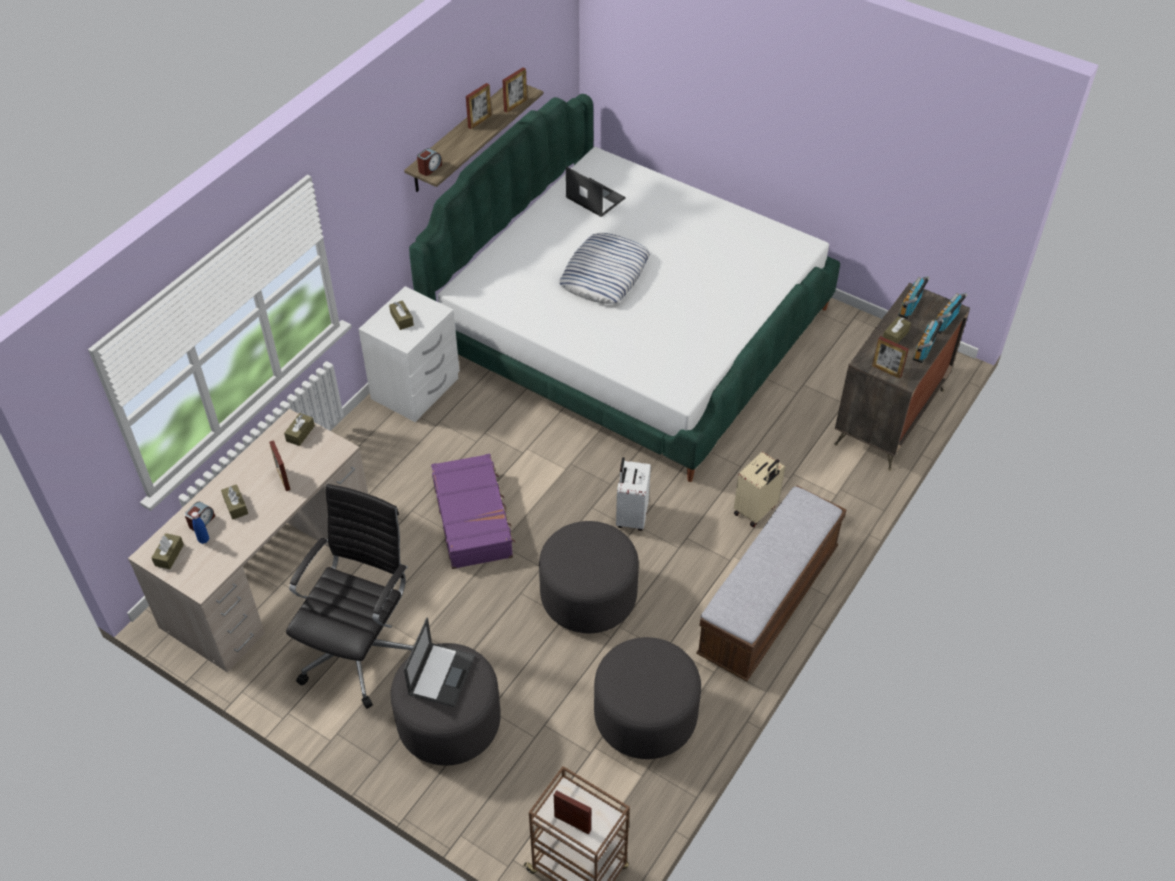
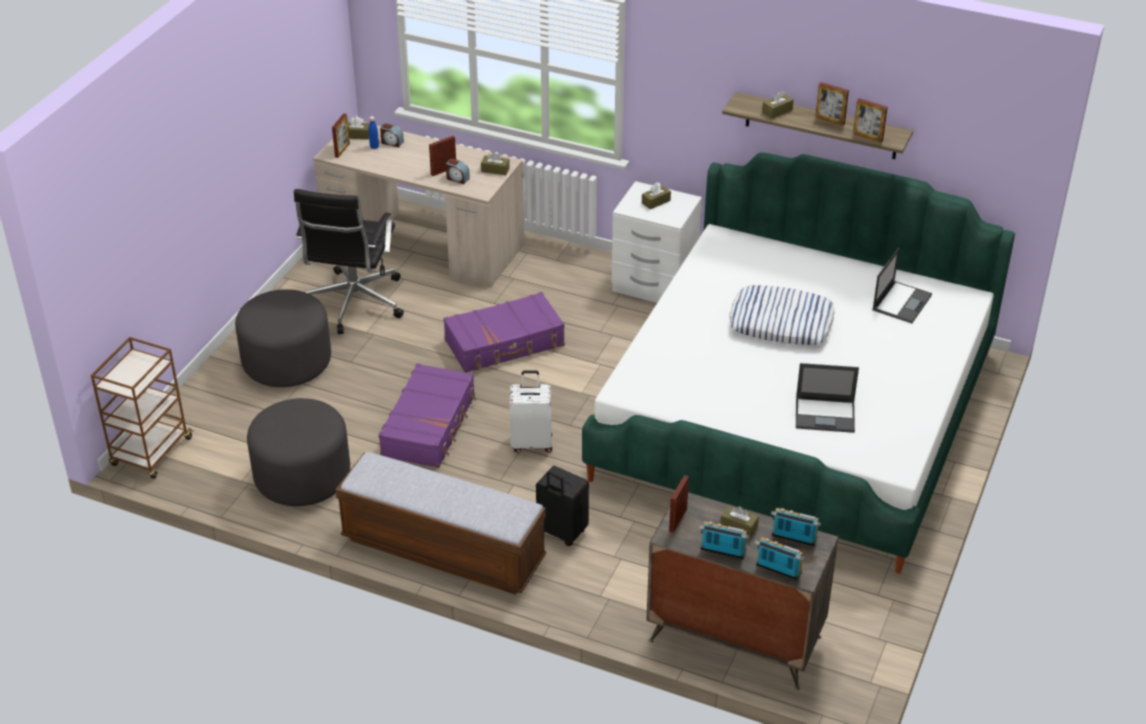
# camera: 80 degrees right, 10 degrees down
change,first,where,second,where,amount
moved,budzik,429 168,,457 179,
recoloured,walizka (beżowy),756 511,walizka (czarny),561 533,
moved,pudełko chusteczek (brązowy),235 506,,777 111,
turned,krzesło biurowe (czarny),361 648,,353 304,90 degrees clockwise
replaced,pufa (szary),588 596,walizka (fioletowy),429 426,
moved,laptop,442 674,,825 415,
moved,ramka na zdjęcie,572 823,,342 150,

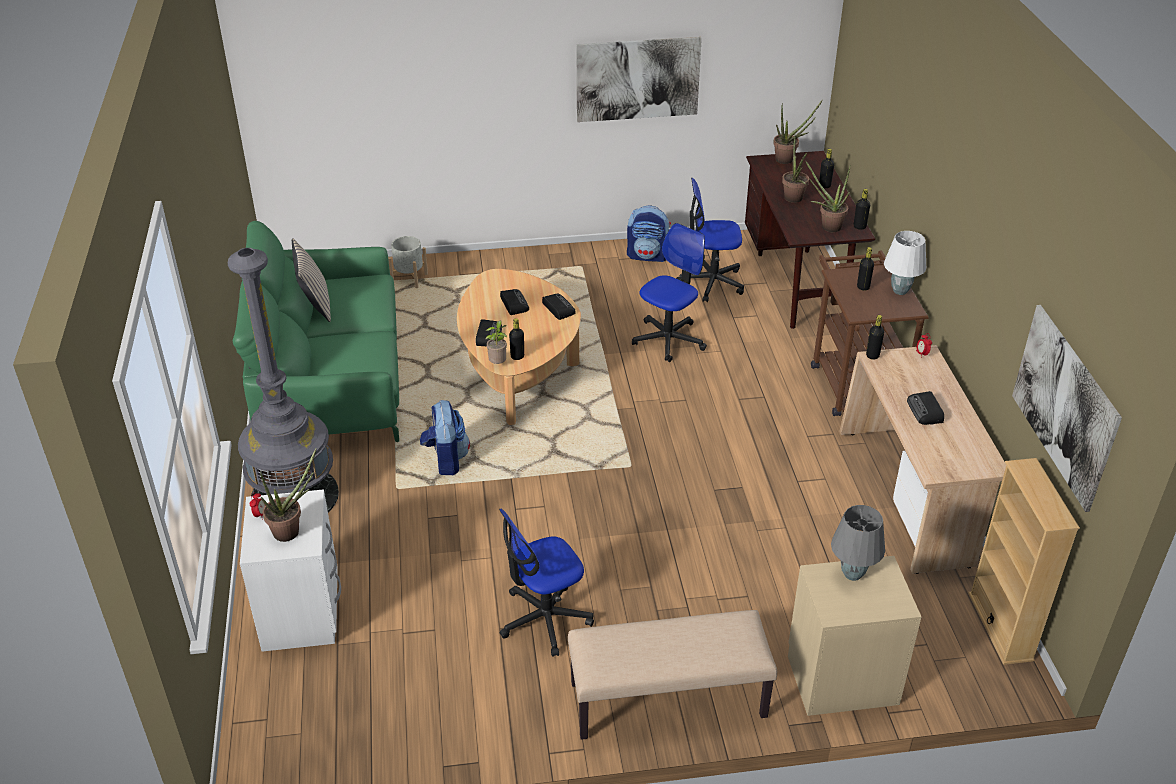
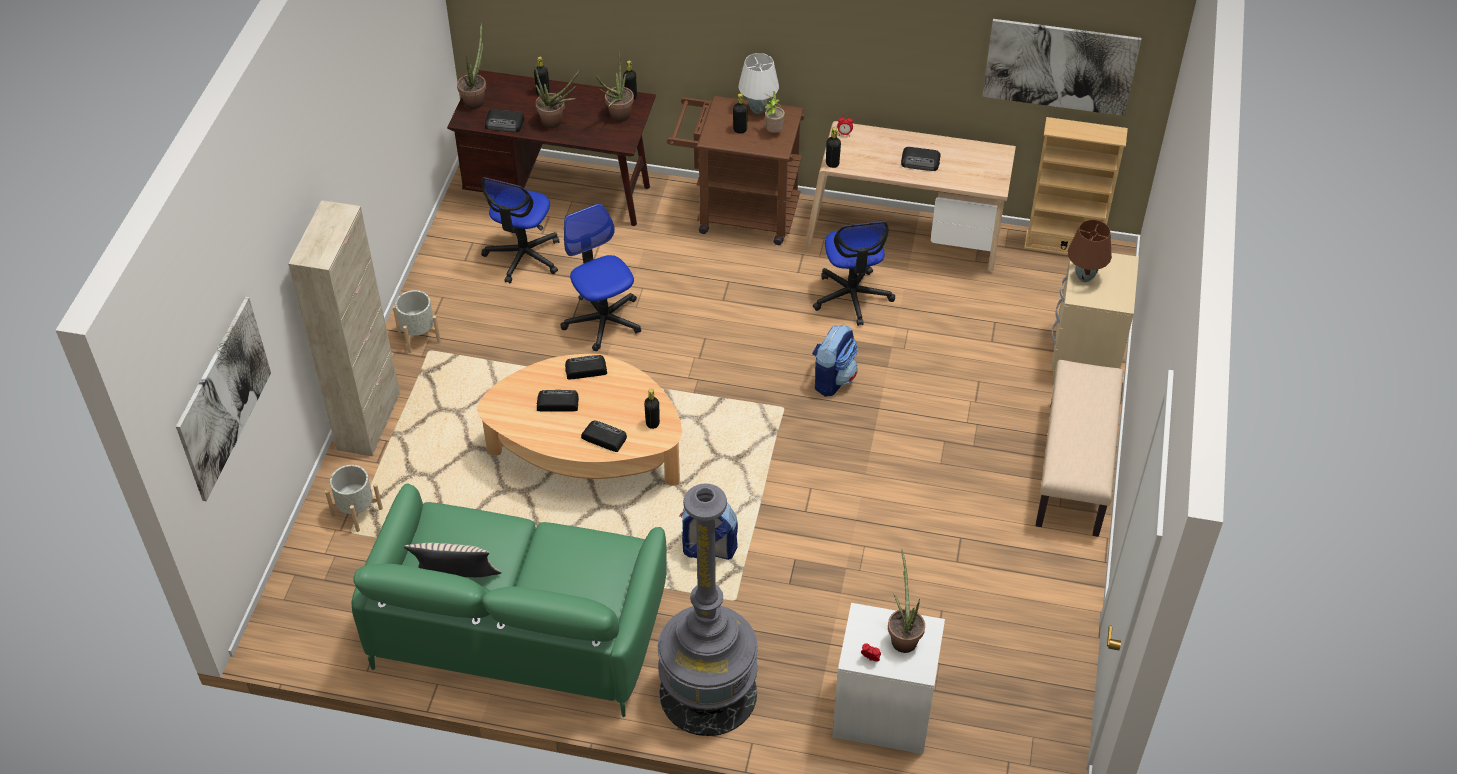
# camera: 70 degrees left, 10 degrees up
change,first,where,second,where,amount
moved,obraz,638 79,,224 397,
moved,plecak,648 256,,832 378,
moved,roślina doniczkowa,498 364,,773 132,
recoloured,lampa stołowa (szary),853 574,lampa stołowa (brązowy),1084 276,
moved,krzesło biurowe,544 619,,852 297,
added,,,radio,505 124,
added,,,szafka (beżowy),369 421,
added,,,donica (szary),418 336,

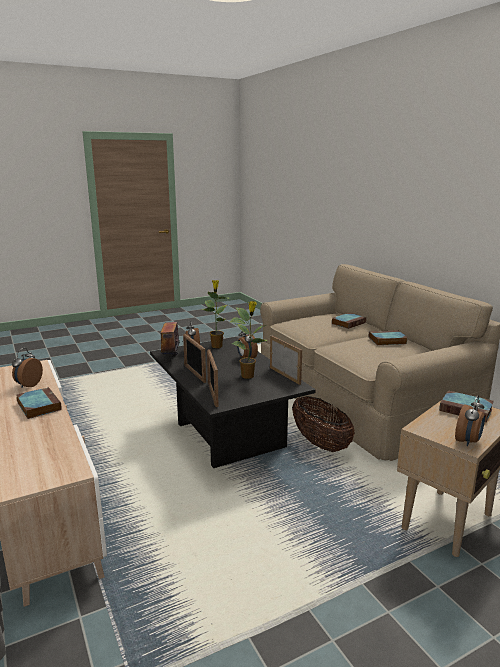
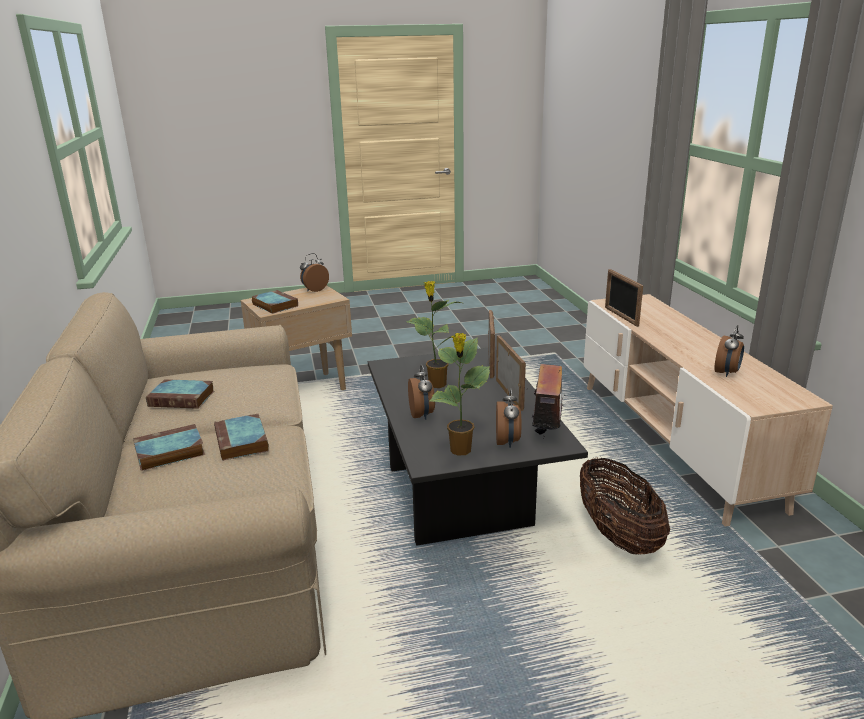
# camera: 165 degrees left, 5 degrees up
change,first,where,second,where,amount
moved,ramka na zdjęcie,285 375,,621 316,
moved,książka,38 406,,242 442,
moved,koszyk,320 443,,618 535,

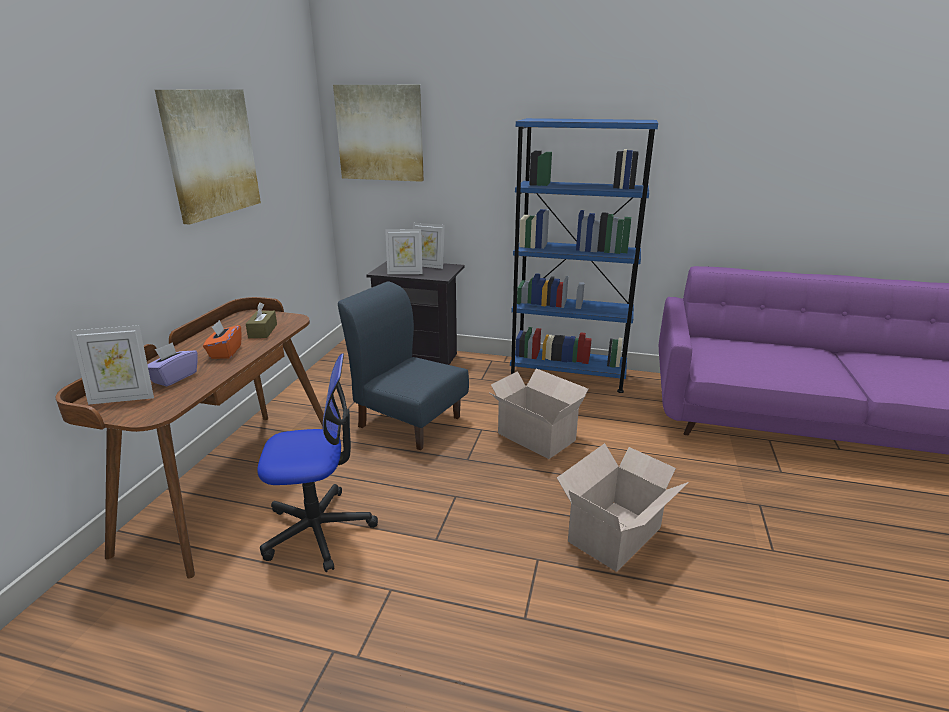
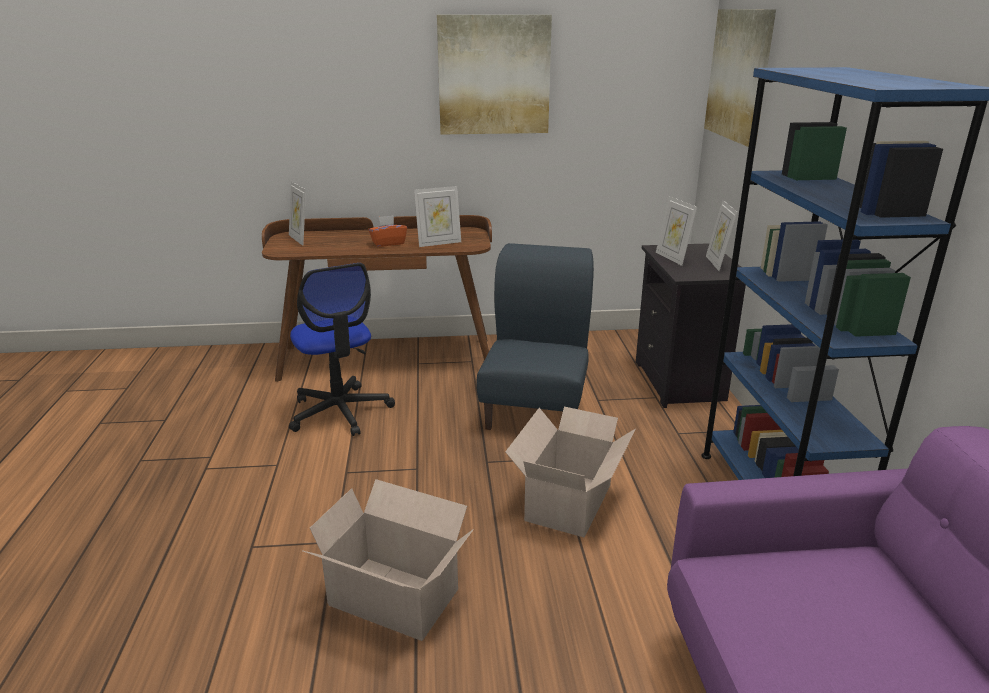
# camera: 70 degrees right, 0 degrees up
change,first,where,second,where,amount
replaced,pudełko chusteczek (brązowy),263 331,ramka na zdjęcie,439 243,
removed,pudełko chusteczek (fioletowy),174 377,,,

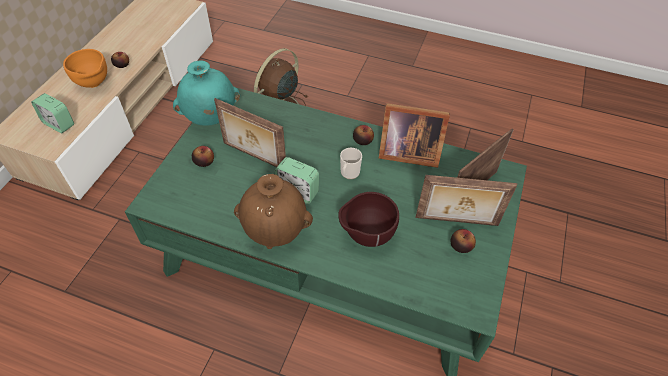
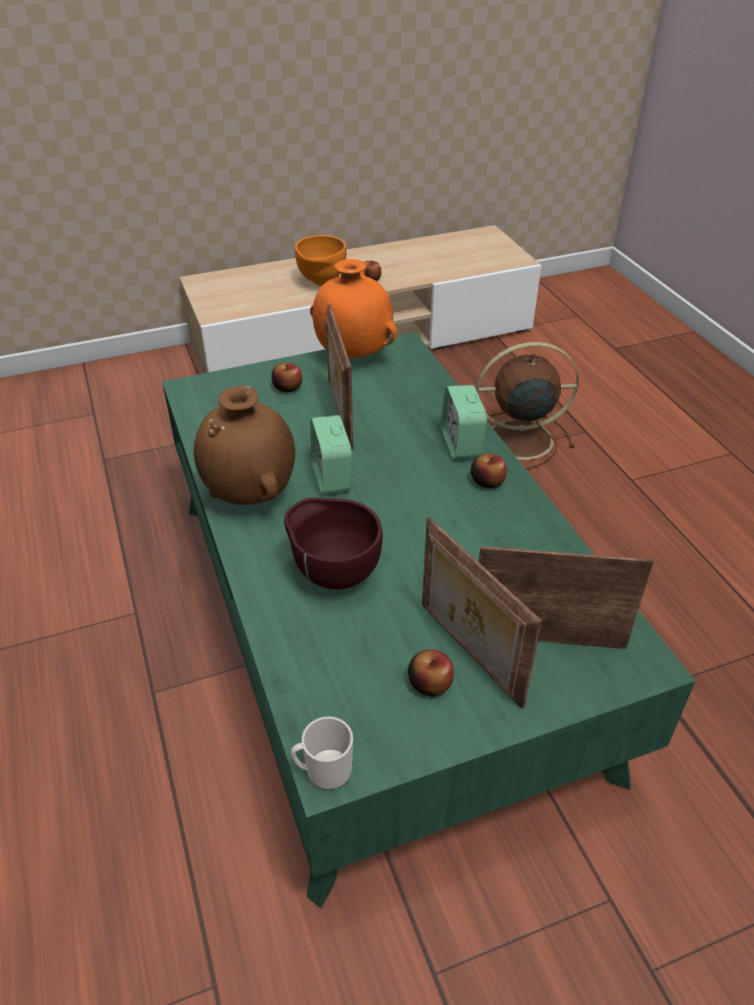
# camera: 50 degrees right, 10 degrees down
change,first,where,second,where,amount
recoloured,wazon (turkusowy),210 119,wazon (pomarańczowy),352 355,
moved,budzik,59 124,,461 444,
removed,ramka na zdjęcie,406 152,,,
moved,kubek,349 173,,324 771,

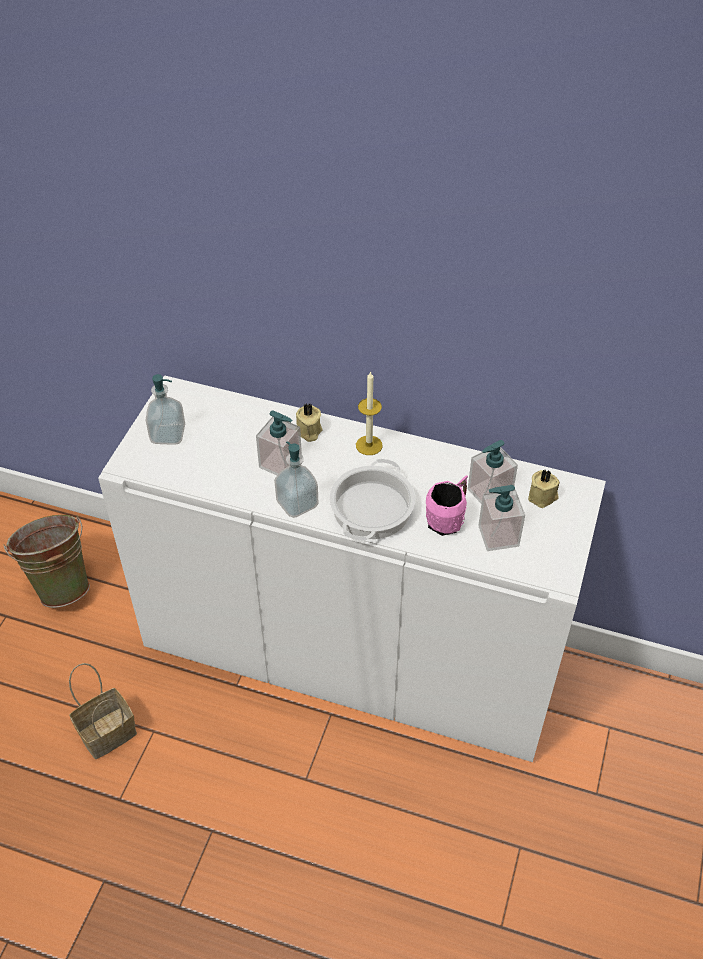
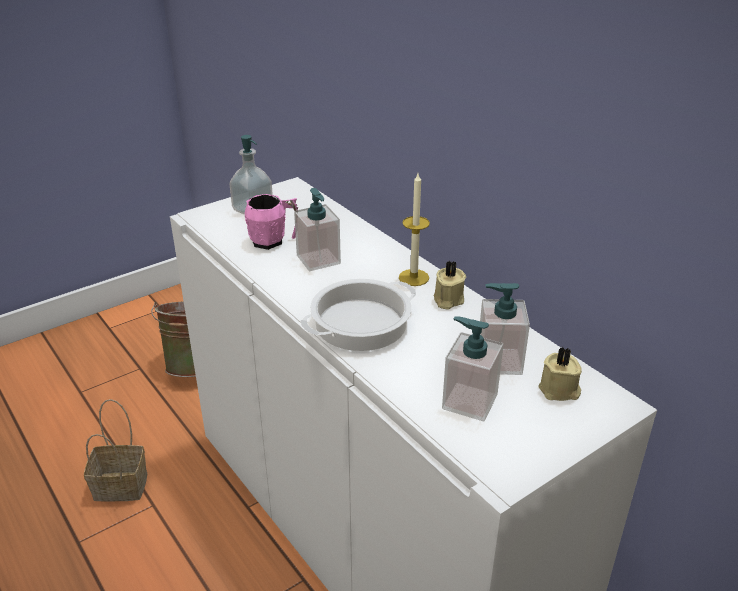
# camera: 35 degrees right, 15 degrees down
change,first,where,second,where,amount
moved,świeca (beżowy),308 432,,447 300,
removed,dozownik mydła,297 503,,,
moved,kubek (różowy),448 519,,273 240,

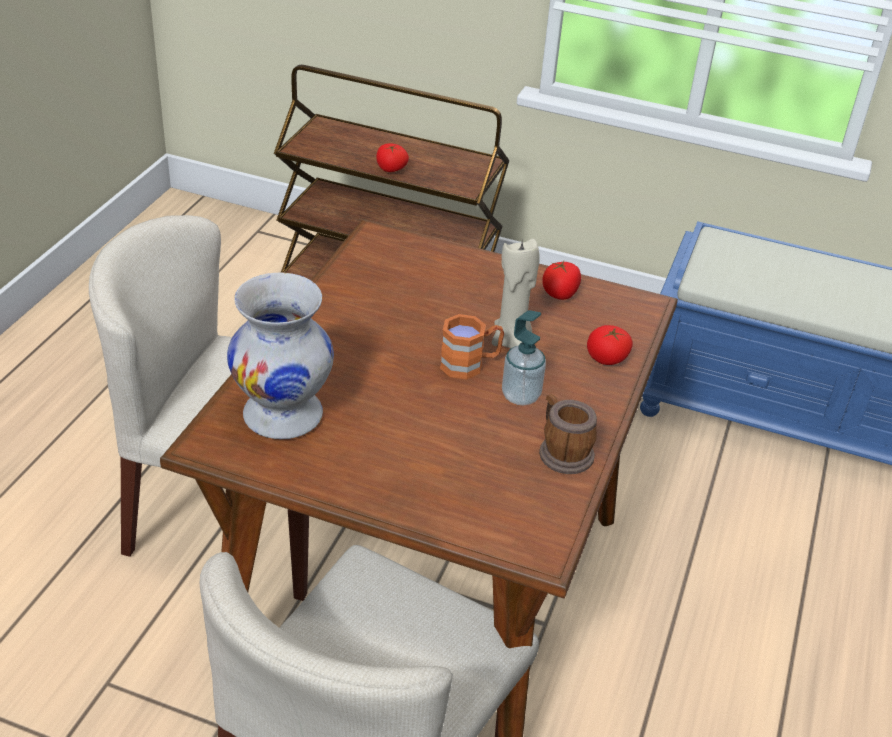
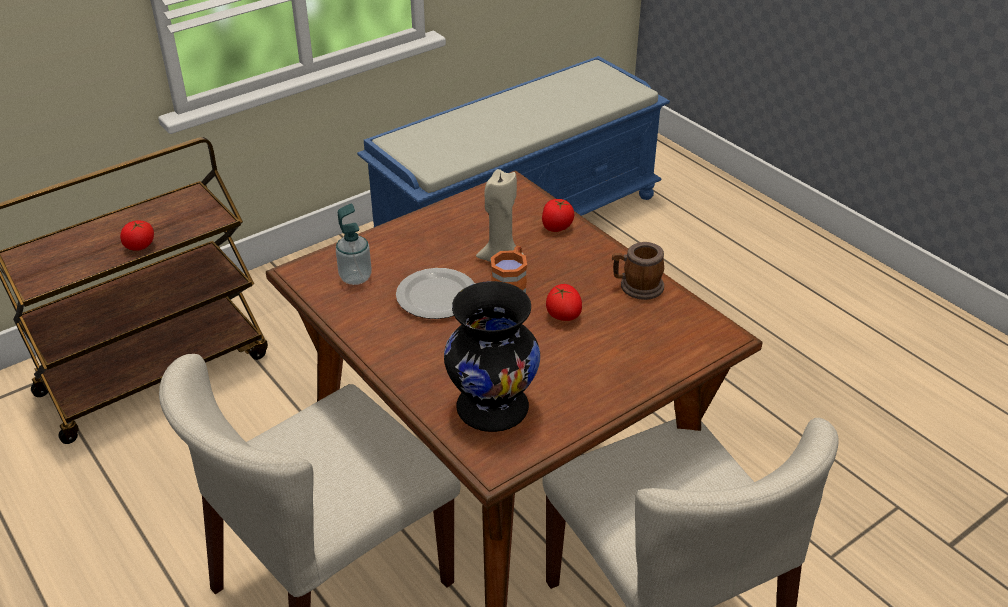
# camera: 55 degrees left, 0 degrees up
change,first,where,second,where,amount
moved,pomidor,560 294,,563 315,
recoloured,wazon (biały),285 414,wazon (czarny),493 407,
moved,dozownik mydła,520 396,,355 277,
added,,,talerz,437 295,

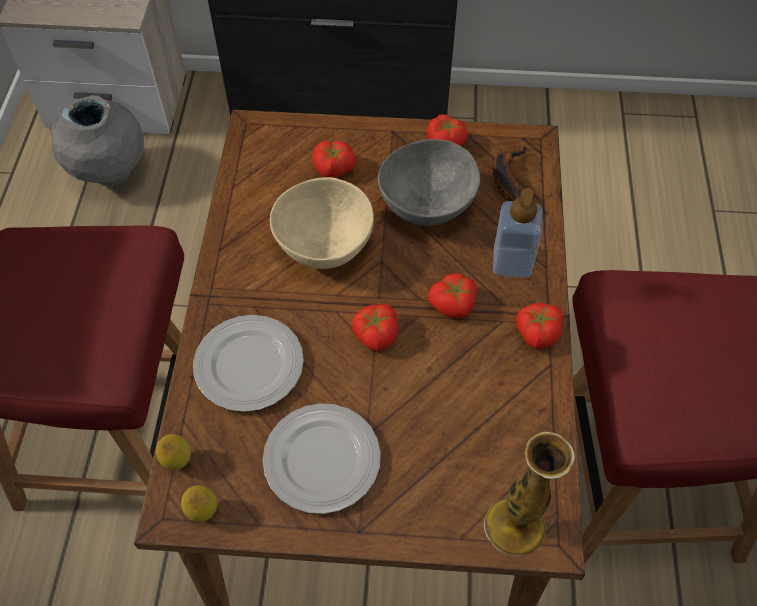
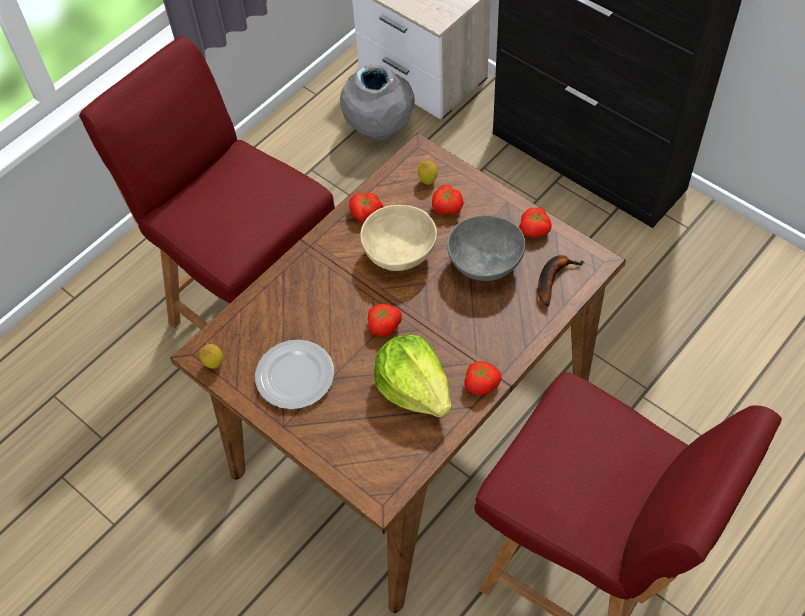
# camera: 40 degrees right, 0 degrees up
change,first,where,second,where,amount
removed,dozownik mydła,512 262,,,
moved,pomidor,453 305,,365 214,
removed,talerz,248 366,,,
removed,wazon,515 526,,,
moved,cytryna,178 461,,427 181,
added,,,sałata,414 388,

